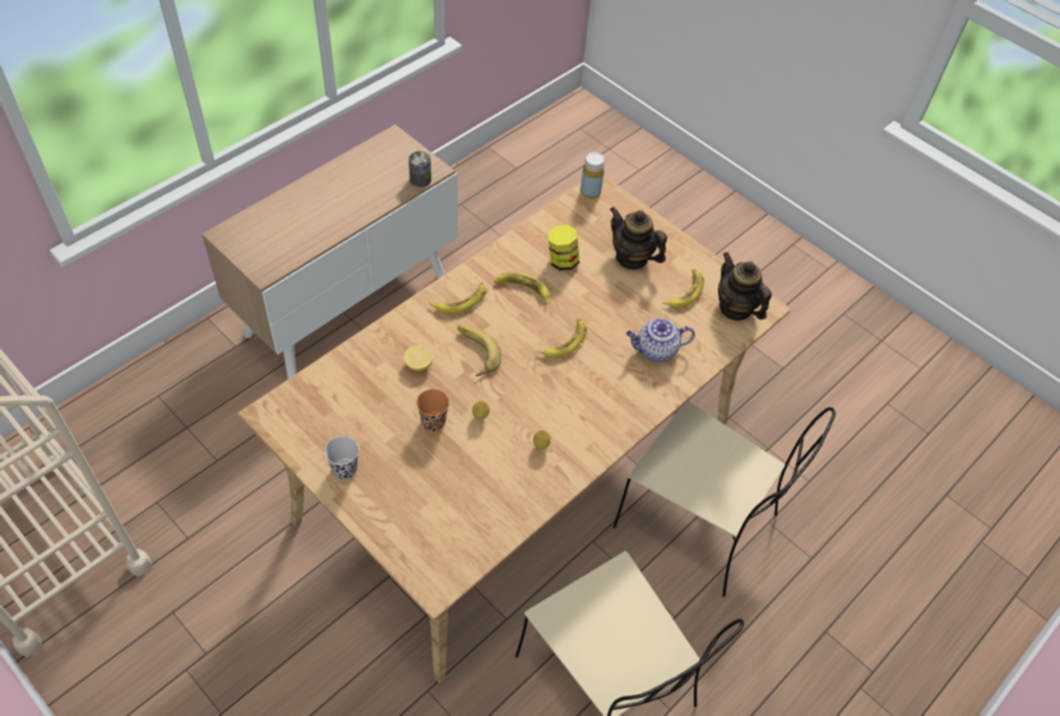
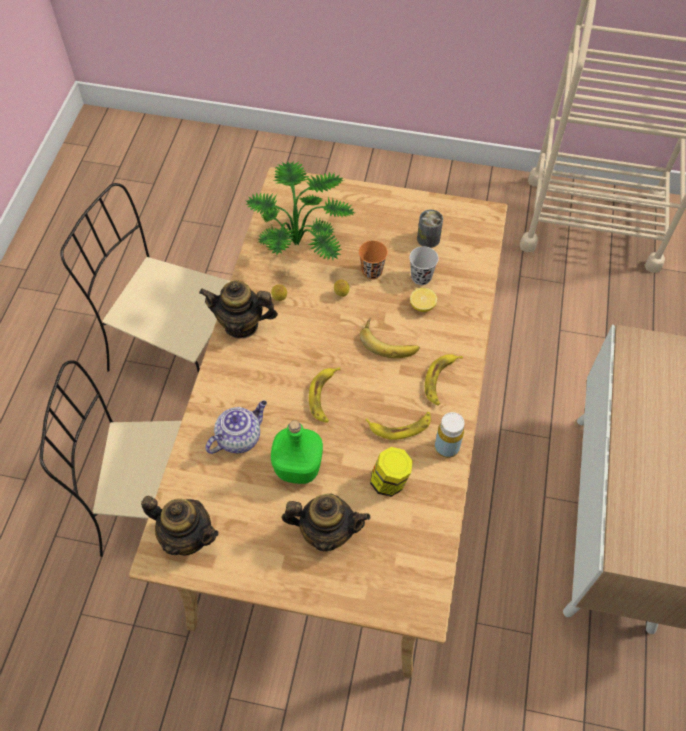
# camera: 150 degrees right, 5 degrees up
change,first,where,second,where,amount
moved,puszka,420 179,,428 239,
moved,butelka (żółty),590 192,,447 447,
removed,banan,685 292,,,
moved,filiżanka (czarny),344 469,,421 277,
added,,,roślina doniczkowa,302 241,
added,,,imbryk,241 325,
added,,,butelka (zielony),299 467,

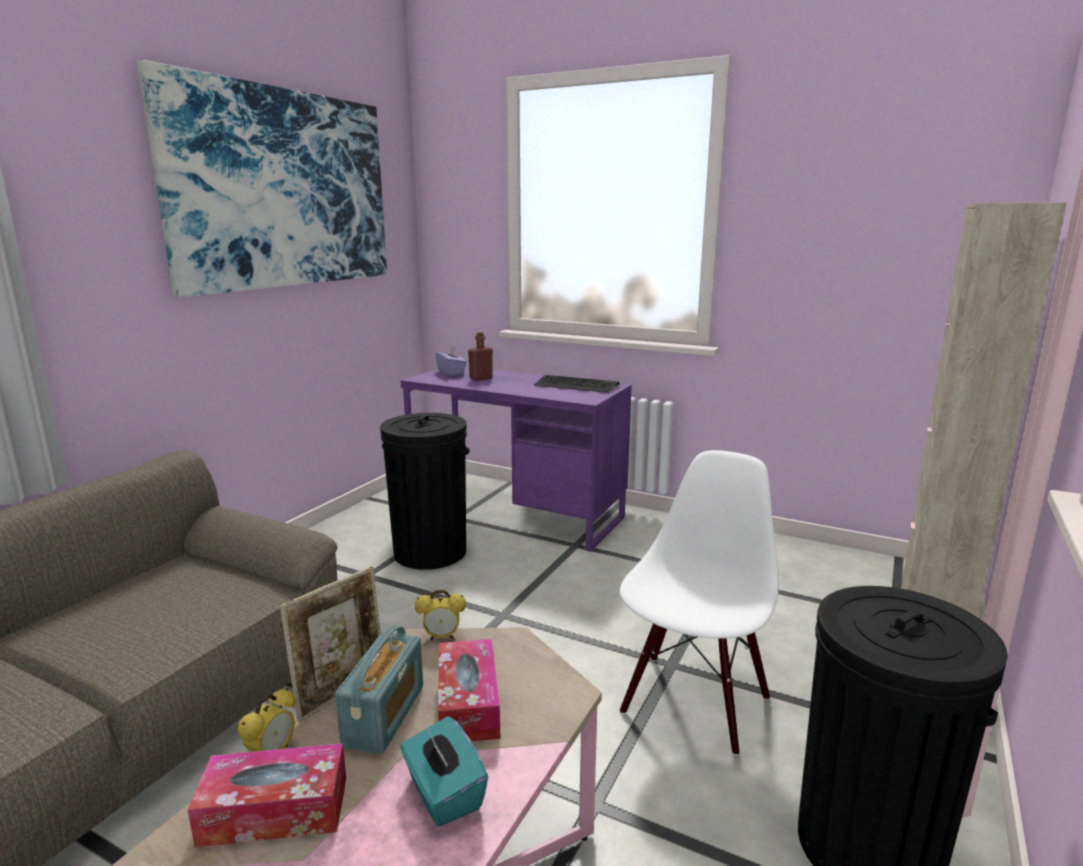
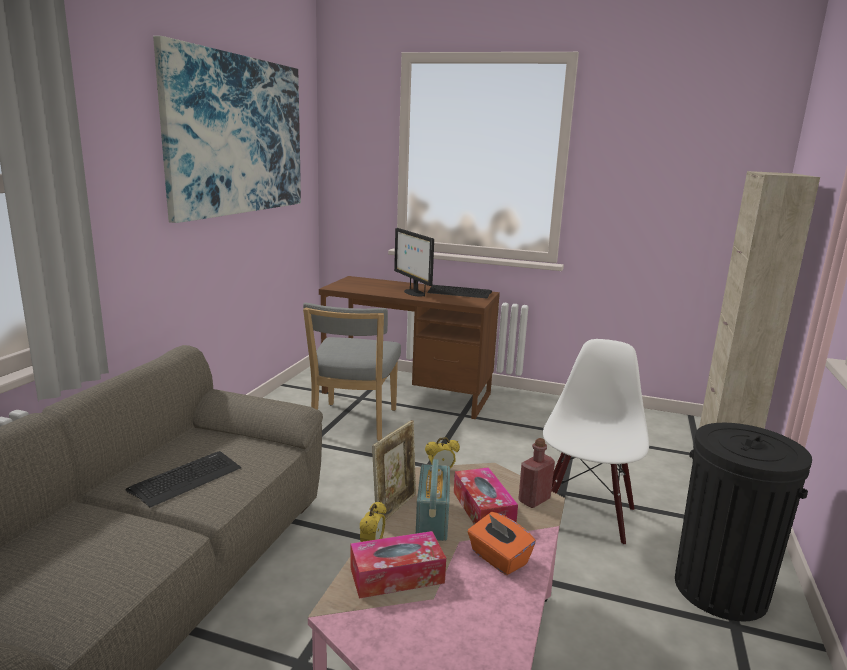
# camera: 10 degrees left, 0 degrees up
change,first,where,second,where,amount
moved,butelka (czerwony),481 378,,534 500,
removed,pudełko chusteczek (fioletowy),451 373,,,
recoloured,biurko (fioletowy),516 514,biurko (brązowy),407 393,
replaced,kosz na śmieci (czarny),430 552,krzesło (szary),353 424,
recoloured,pudełko chusteczek (turkusowy),443 793,pudełko chusteczek (pomarańczowy),498 558,
added,,,monitor,413 293,
added,,,klawiatura,186 479,

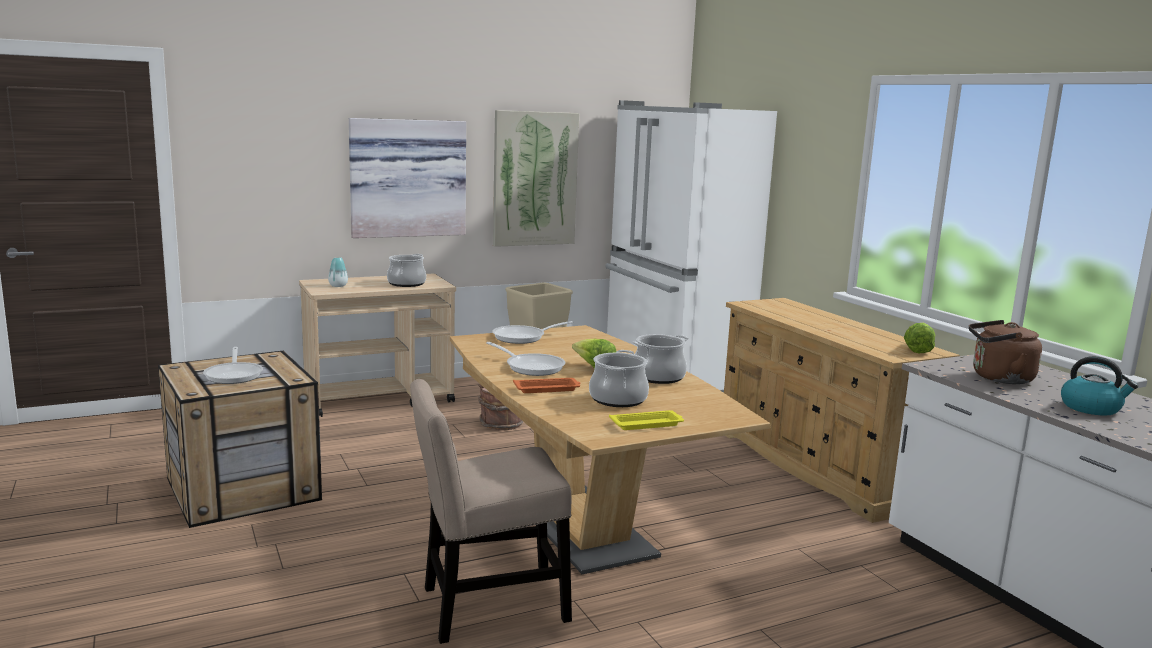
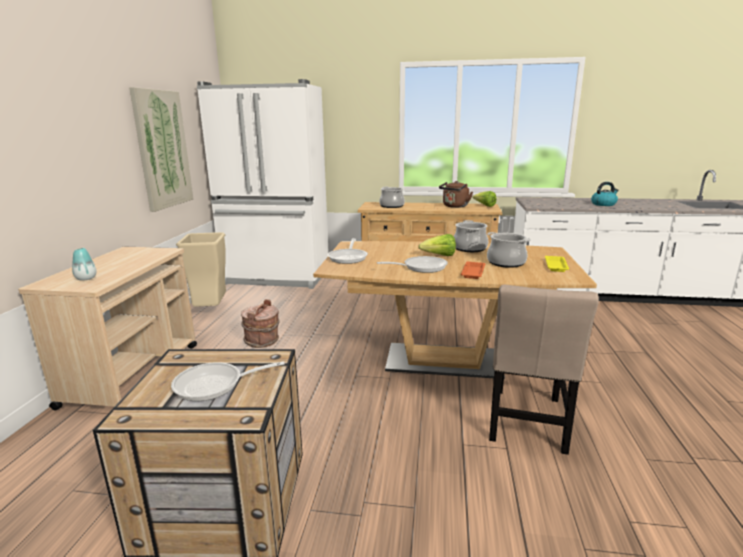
# camera: 55 degrees left, 5 degrees up
change,first,where,second,where,amount
removed,obraz,407 178,,,
moved,garnek,406 283,,391 206,
moved,czajnik (brązowy),998 378,,454 206,
turned,patelnia,234 375,,215 385,150 degrees clockwise

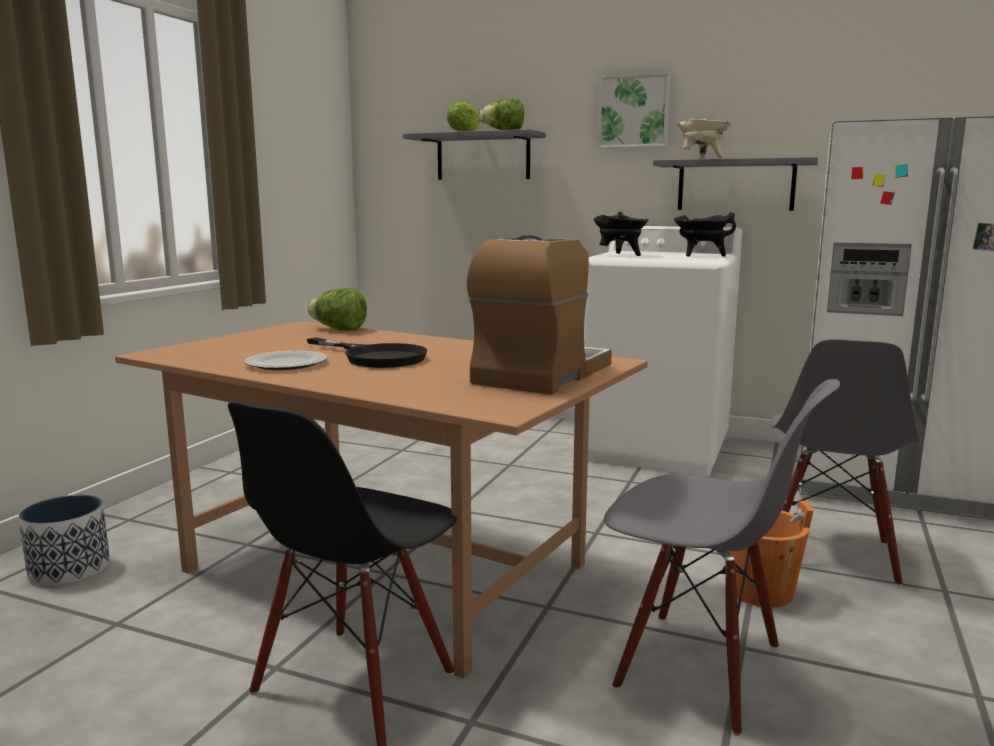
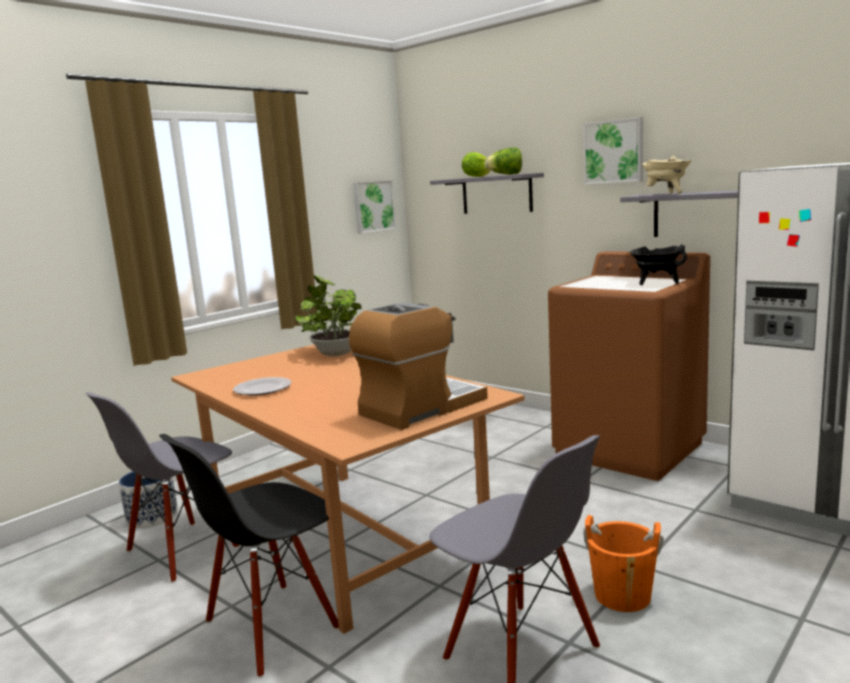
# camera: 20 degrees right, 0 degrees up
change,first,where,second,where,amount
removed,garnek (czarny),620 255,,,
recoloured,pralka (biały),656 448,pralka (brązowy),629 449,
replaced,sałata,338 329,roślina doniczkowa,334 353,
removed,patelnia (czarny),375 357,,,
moved,krzesło (szary),829 554,,182 550,
added,,,obraz,373 206,

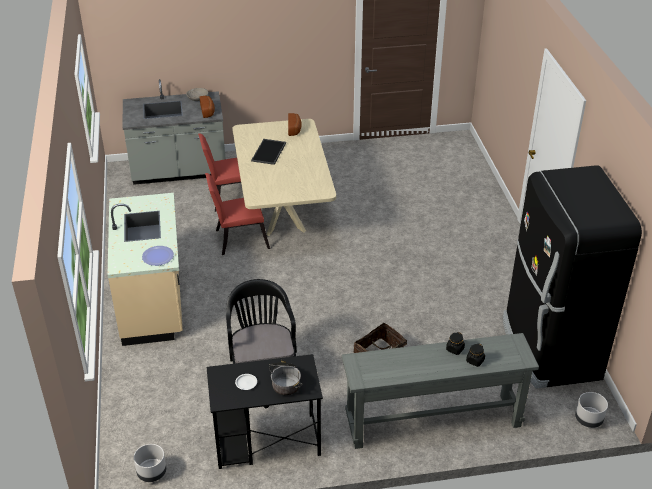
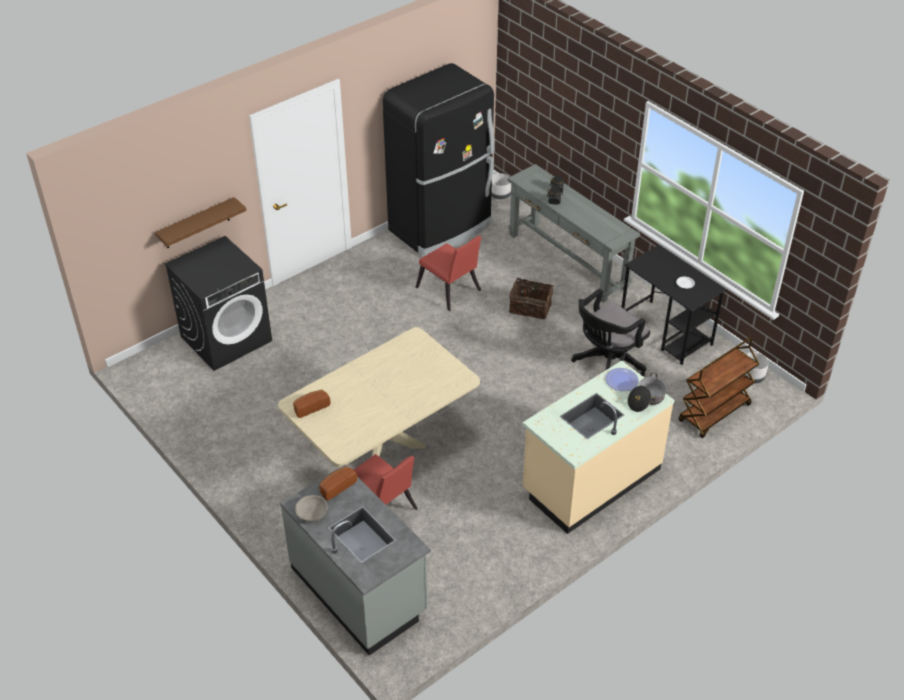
# camera: 120 degrees left, 5 degrees up
change,first,where,second,where,amount
removed,taca,269 152,,,
moved,krzesło (czerwony),238 239,,450 291,
moved,garnek,285 381,,646 400,
added,,,półka (brązowy),196 223,
added,,,pralka (czarny),226 338,
added,,,wózek (brązowy),714 413,

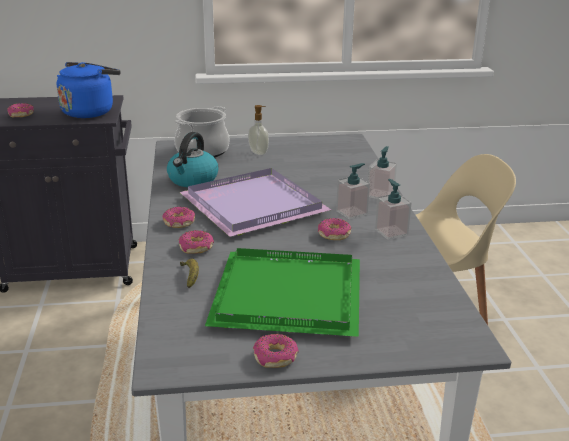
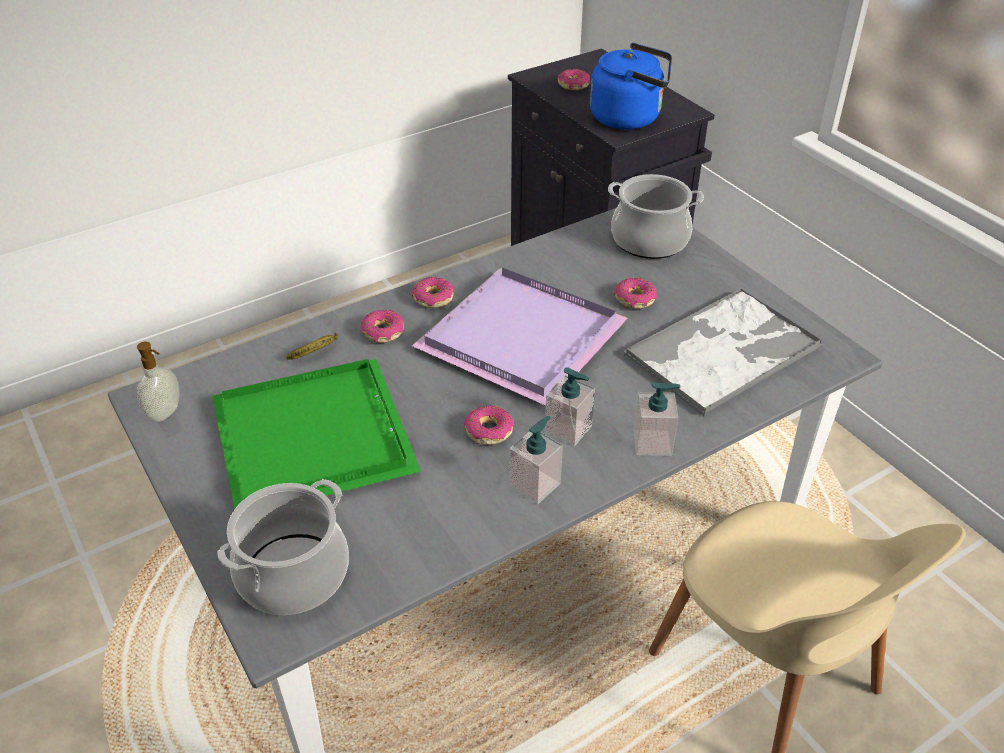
# camera: 65 degrees right, 15 degrees up
change,first,where,second,where,amount
moved,dozownik mydła,259 152,,166 413,
removed,czajnik,193 180,,,
moved,donut,275 357,,635 299,
added,,,taca,723 350,
added,,,garnek,293 574,

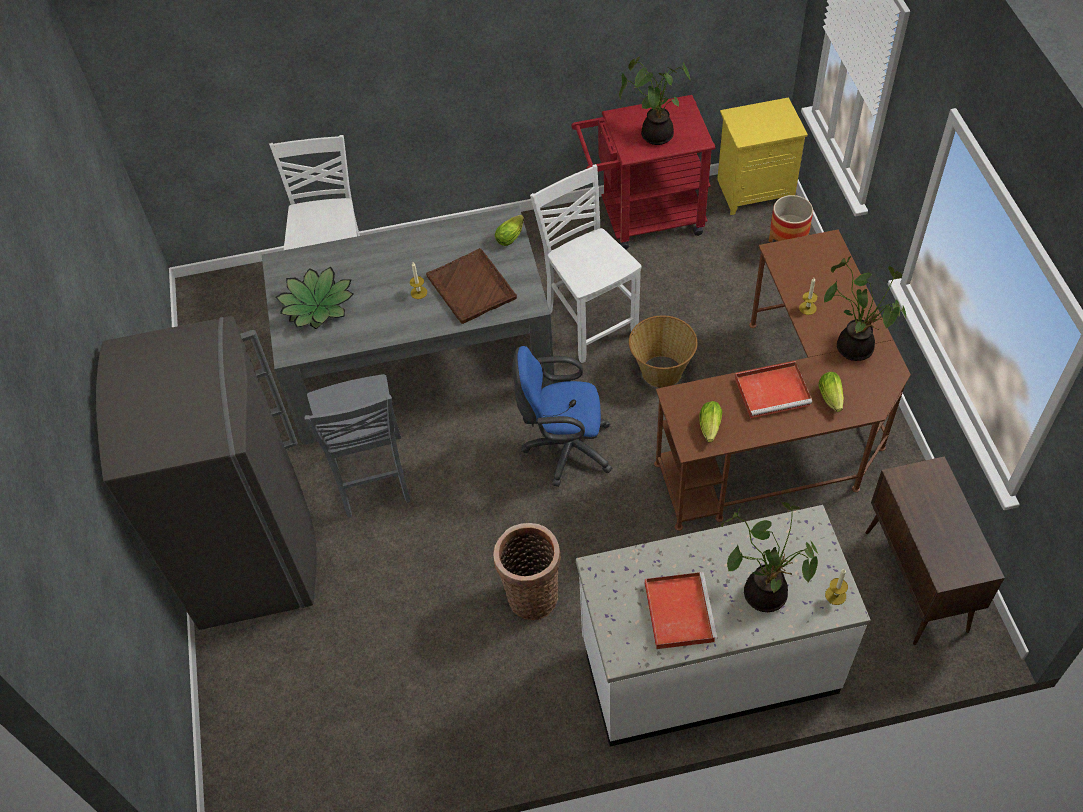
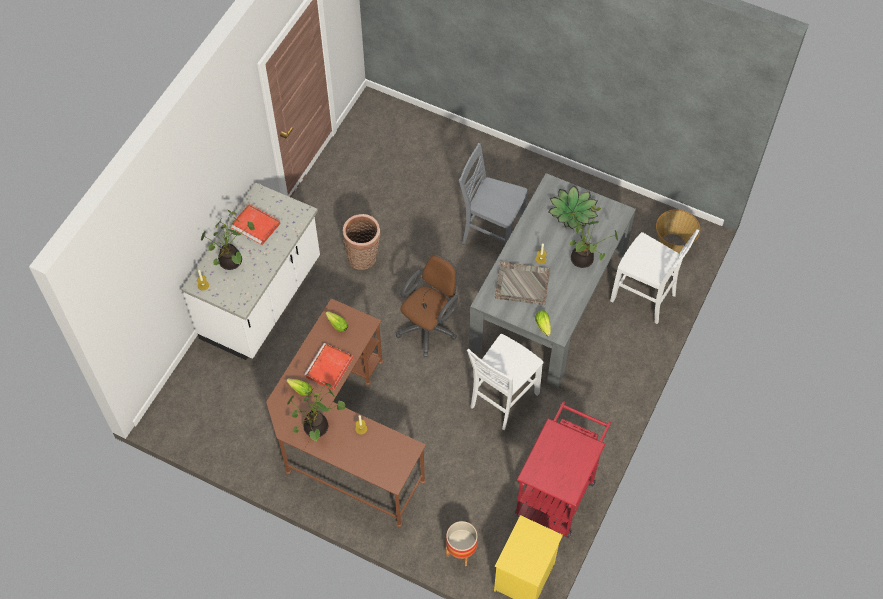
# camera: 125 degrees right, 5 degrees up
change,first,where,second,where,amount
moved,roślina doniczkowa,654 134,,584 258,
turned,krzesło (biały),589 322,,502 400,120 degrees clockwise
recoloured,taca (brązowy),471 288,taca (szary),521 284,
removed,lodówka (szary),254 553,,,
moved,koszyk,661 371,,673 244,
recoloured,krzesło biurowe (niebieski),564 449,krzesło biurowe (brązowy),429 327,
removed,szafka (brązowy),916 582,,,

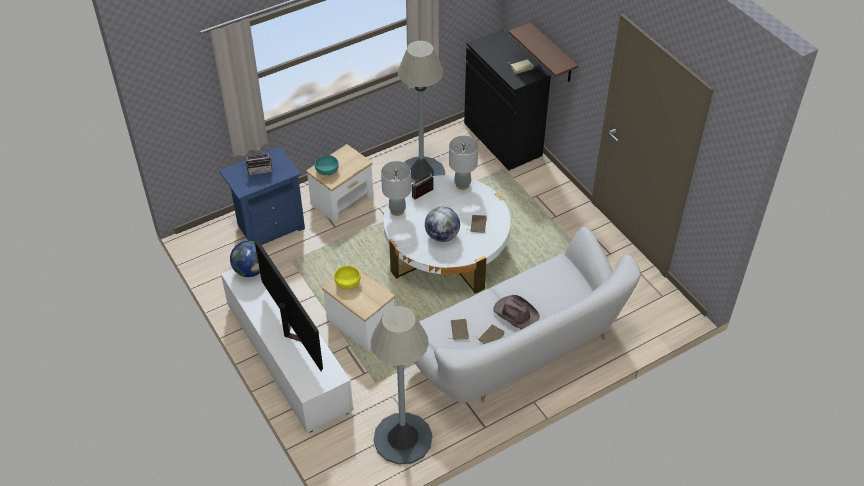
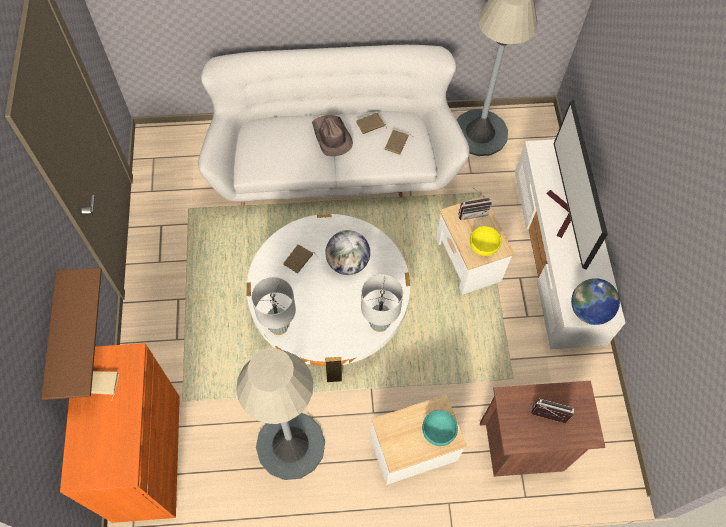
# camera: 155 degrees left, 15 degrees up
change,first,where,second,where,amount
recoloured,szafka (czarny),502 139,szafka (pomarańczowy),147 457,
recoloured,szafka nocna (niebieski),269 227,szafka nocna (brązowy),523 447,
moved,radio,424 195,,472 212,

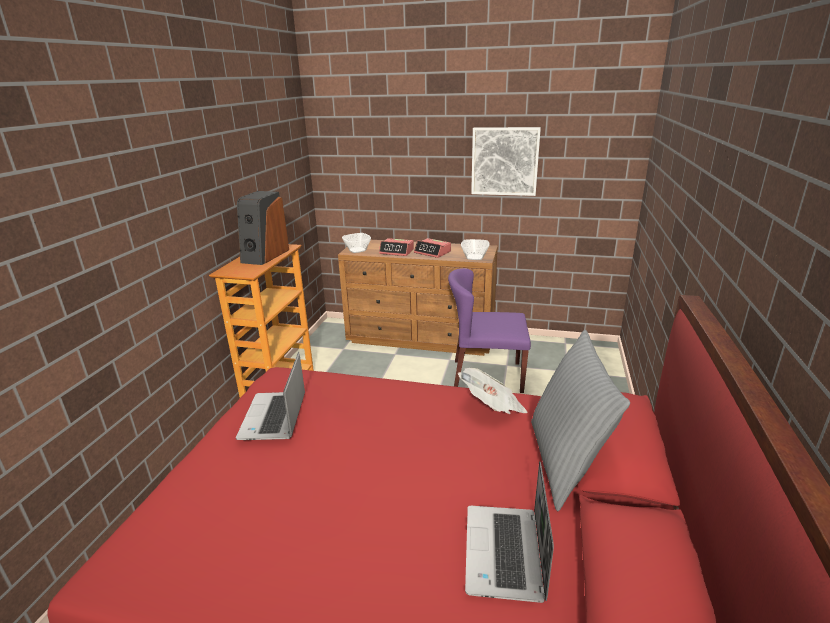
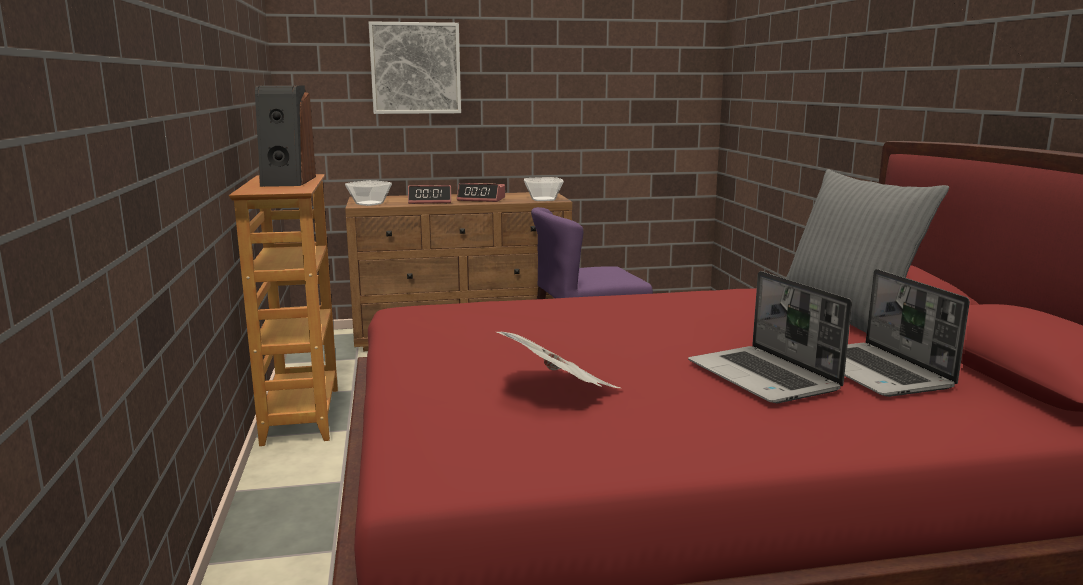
# camera: 25 degrees left, 10 degrees down
change,first,where,second,where,amount
moved,obraz,504 161,,415 68,
moved,laptop,274 417,,764 377,
moved,gazeta,492 406,,558 391,

